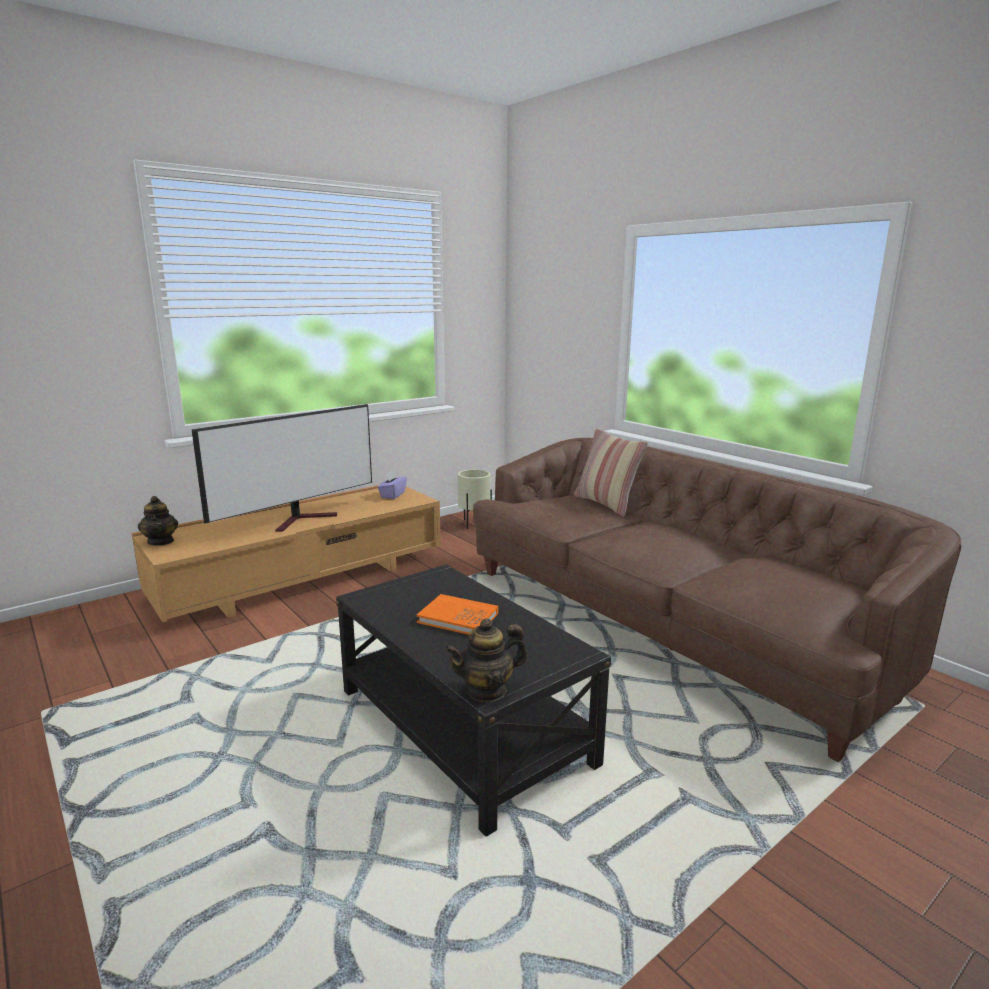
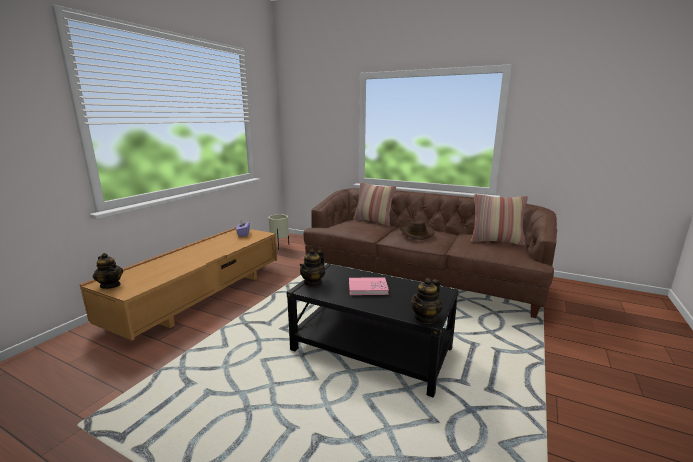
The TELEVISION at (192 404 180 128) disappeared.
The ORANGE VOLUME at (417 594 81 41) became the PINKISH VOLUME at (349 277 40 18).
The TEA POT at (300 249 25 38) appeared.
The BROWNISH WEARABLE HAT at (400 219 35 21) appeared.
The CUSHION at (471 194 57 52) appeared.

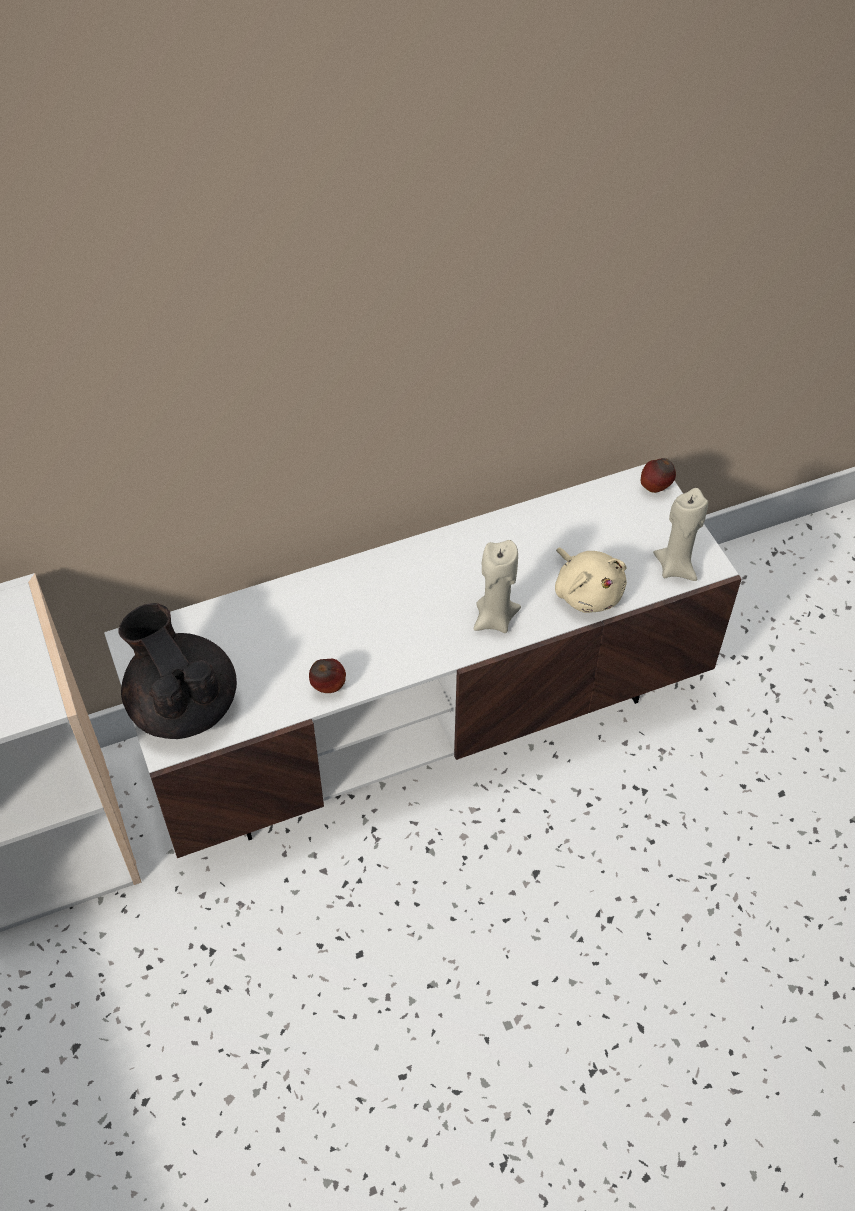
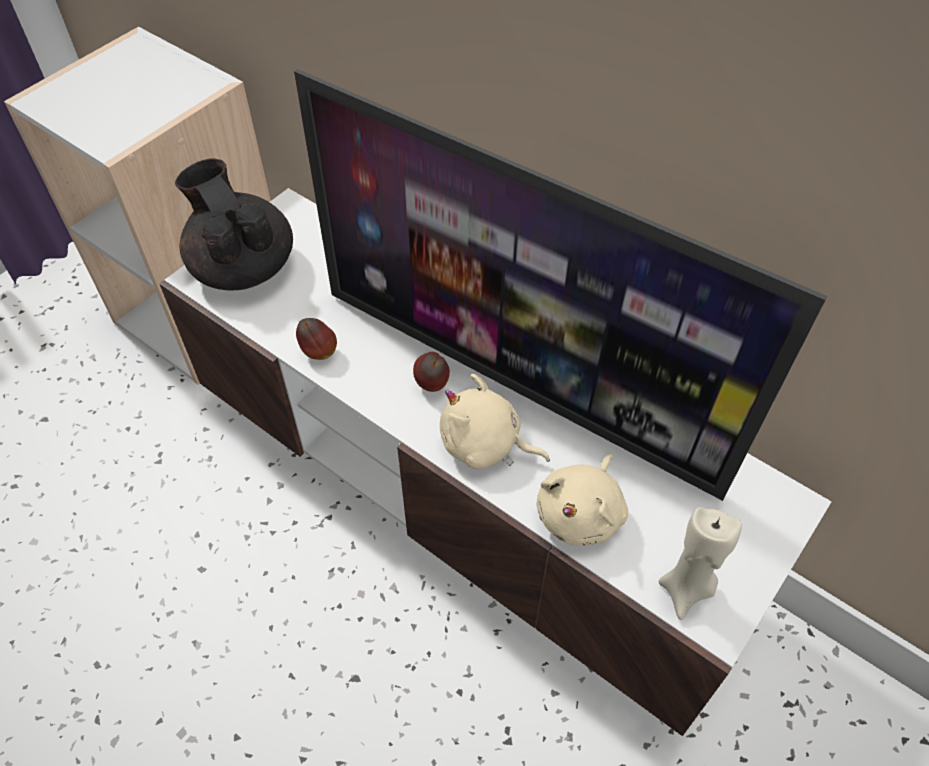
The BLACK TEA POT at (118 603 119 136) turned 60 degrees counterclockwise.
The BEIGE-COLOURED WAX LIGHT at (474 540 47 93) was replaced by the BEIGE-COLOURED CUDDLY TOY at (440 374 110 95).
The APPLE moved from (641 458 35 35) to (413 352 37 40).
The TELEVISION at (294 69 533 432) appeared.

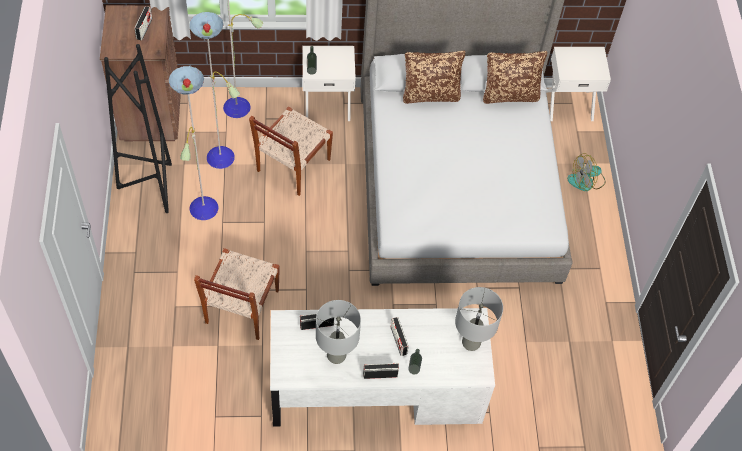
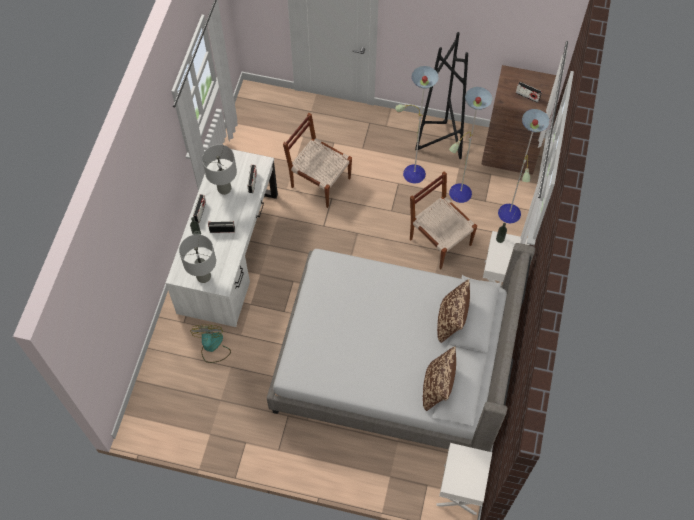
The COOLING FAN moved from (567 153 38 38) to (190 325 41 38).

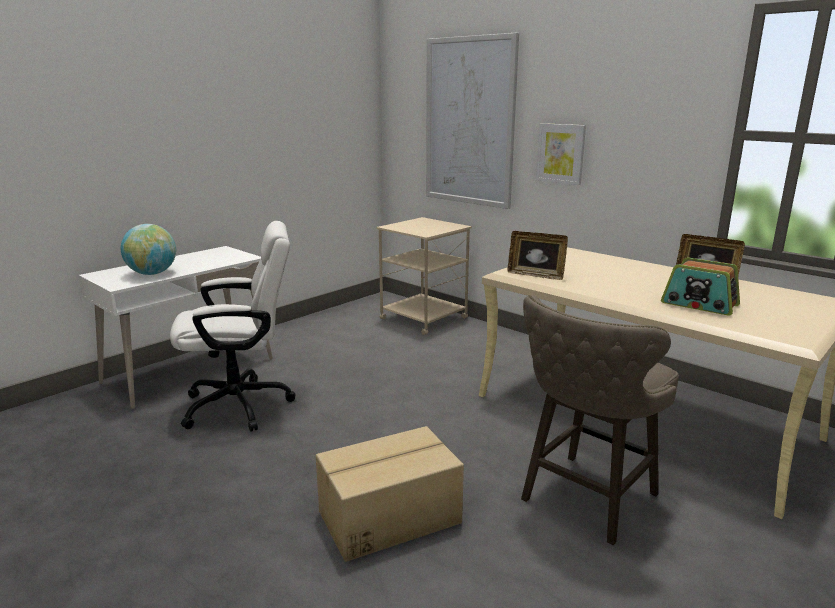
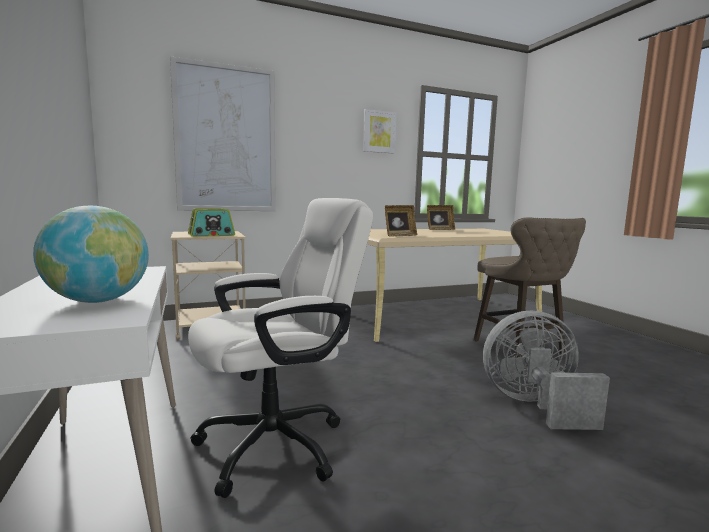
The WHITE-COLOURED DESK CHAIR at (170 221 126 211) turned 45 degrees clockwise.
The PACKING BOX at (316 426 148 136) was replaced by the GREY COOLING FAN at (483 311 127 119).
The WALL ART moved from (536 123 50 62) to (363 109 34 45).
The RADIO SET moved from (661 257 79 59) to (188 208 47 29).

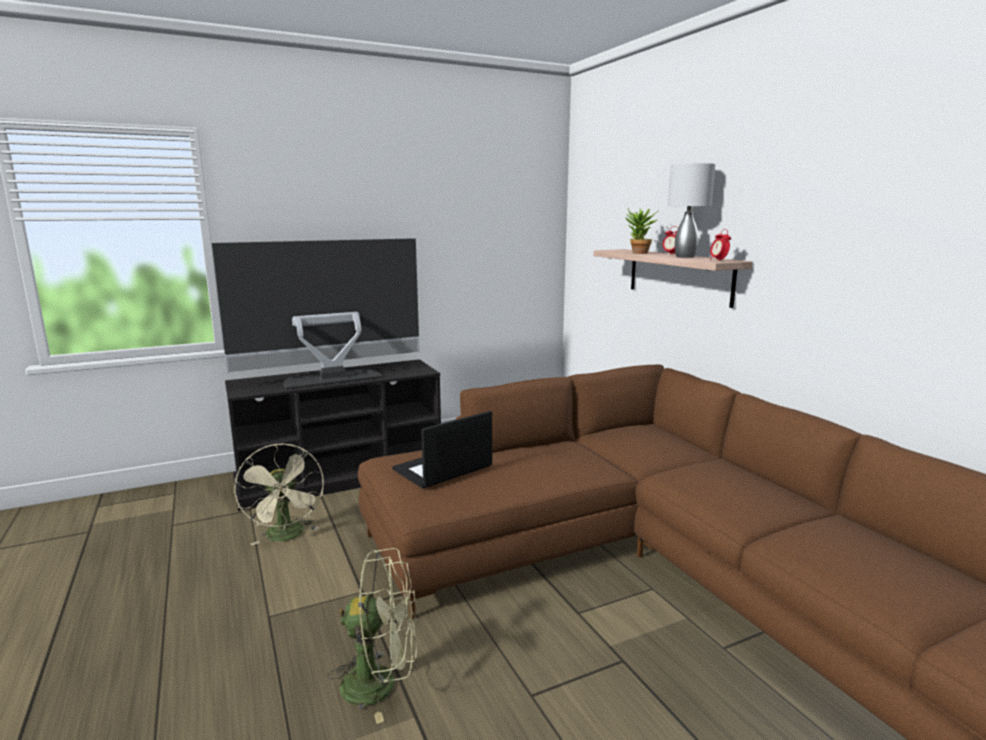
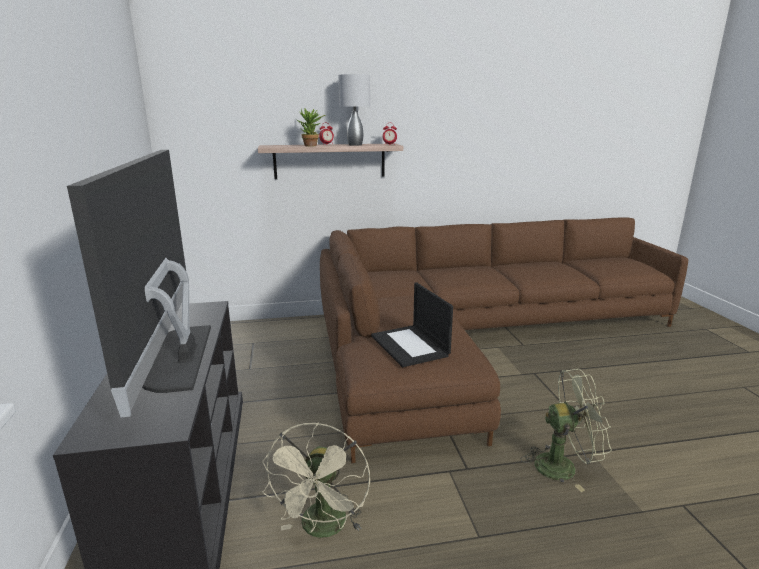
The BEIGE-COLOURED COOLING FAN at (234 443 90 102) turned 105 degrees clockwise.
The GREEN-COLOURED COOLING FAN at (328 548 90 176) turned 75 degrees clockwise.

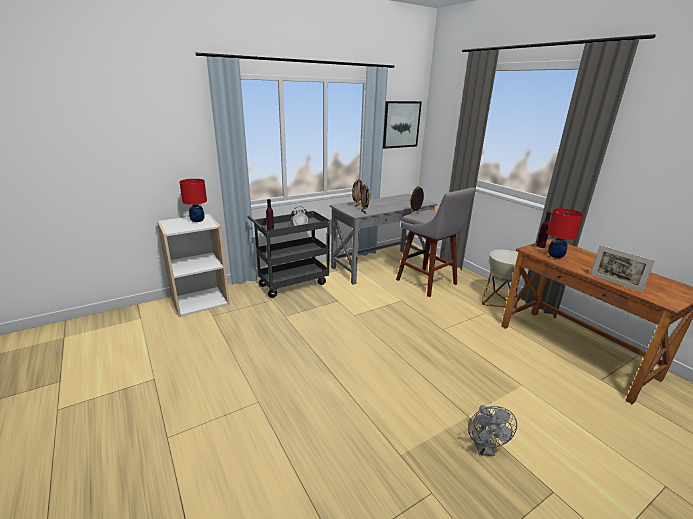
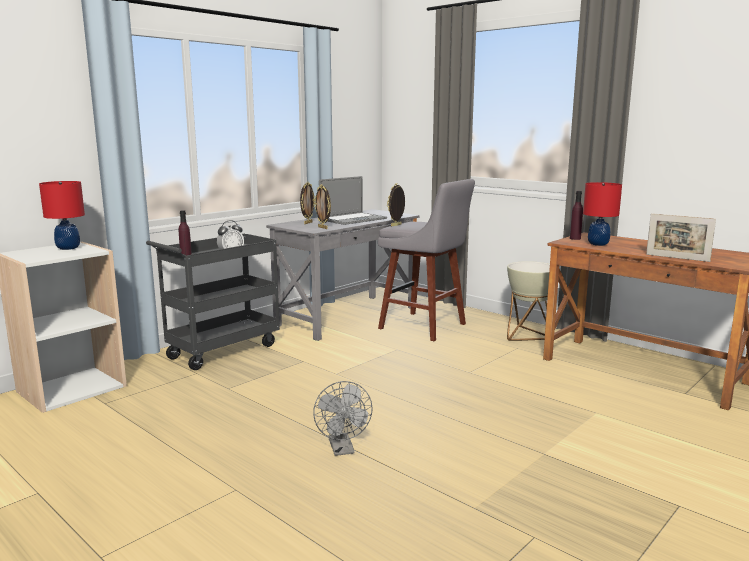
The WALL ART at (383 101 39 48) disappeared.
The GREY COOLING FAN moved from (468 405 49 51) to (313 381 60 75).
The NOTEBOOK COMPUTER at (319 176 68 49) appeared.

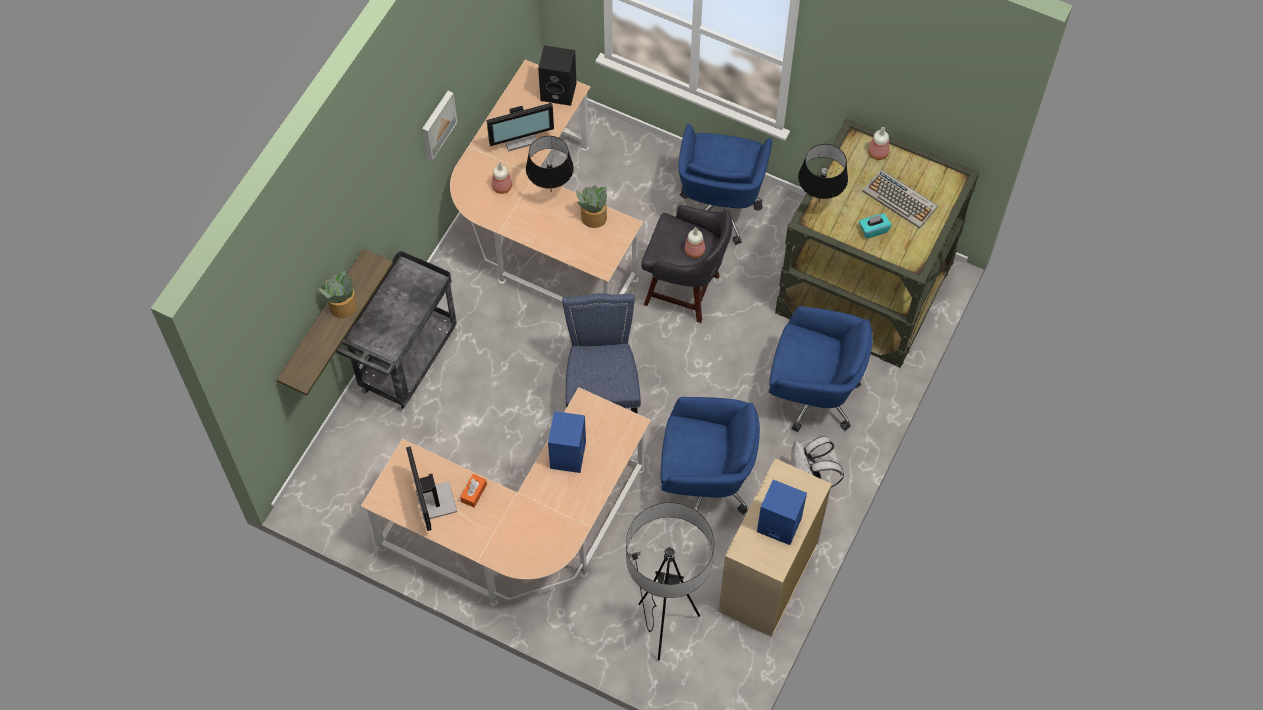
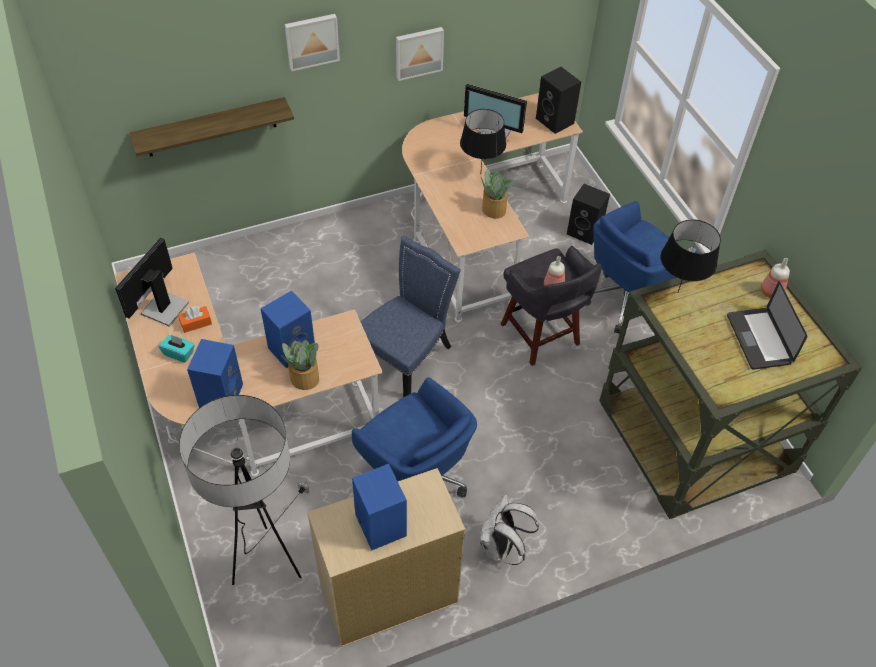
The POTTED PLANT moved from (319 271 39 47) to (281 340 38 50).
The GREY WHEELED CART at (336 250 121 160) disappeared.
The BEVERAGE BOTTLE at (492 162 20 32) disappeared.
The BLUE DESK CHAIR at (769 306 104 126) disappeared.
The TURQUOISE BOX OF TISSUES moved from (859 214 33 25) to (159 335 36 27).
The KEYBOARD at (863 169 75 60) was replaced by the NOTEBOOK COMPUTER at (727 281 80 89).
The BLUE AUDIO SPEAKER at (187 339 56 69) appeared.
The WALL ART at (285 14 55 57) appeared.
The BLACK AUDIO SPEAKER at (567 184 43 61) appeared.

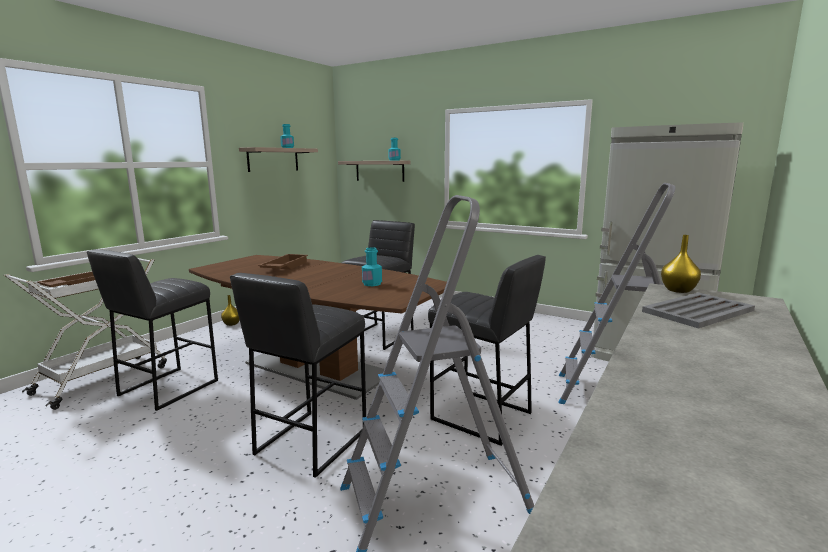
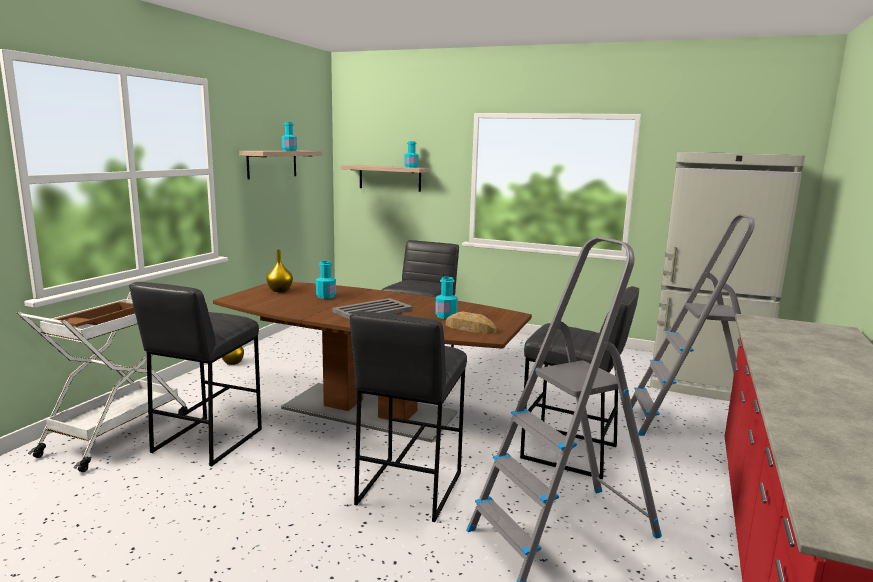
The BROWNISH TRAY at (258 254 50 15) was replaced by the TURQUOISE BEVERAGE BOTTLE at (316 261 20 38).
The GREY TRAY moved from (642 292 113 36) to (332 298 81 22).
The YELLOW FLOWER VASE moved from (661 235 40 58) to (266 250 27 42).
The BAKED BREAD at (446 311 51 23) appeared.

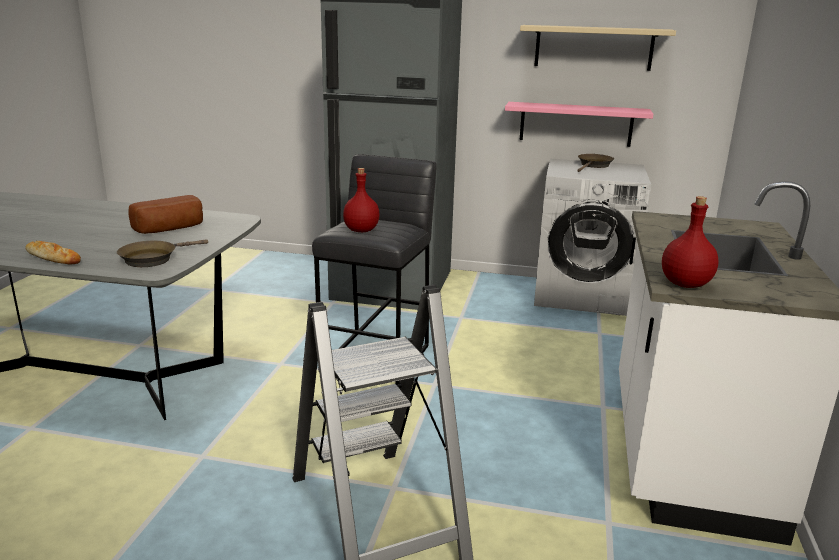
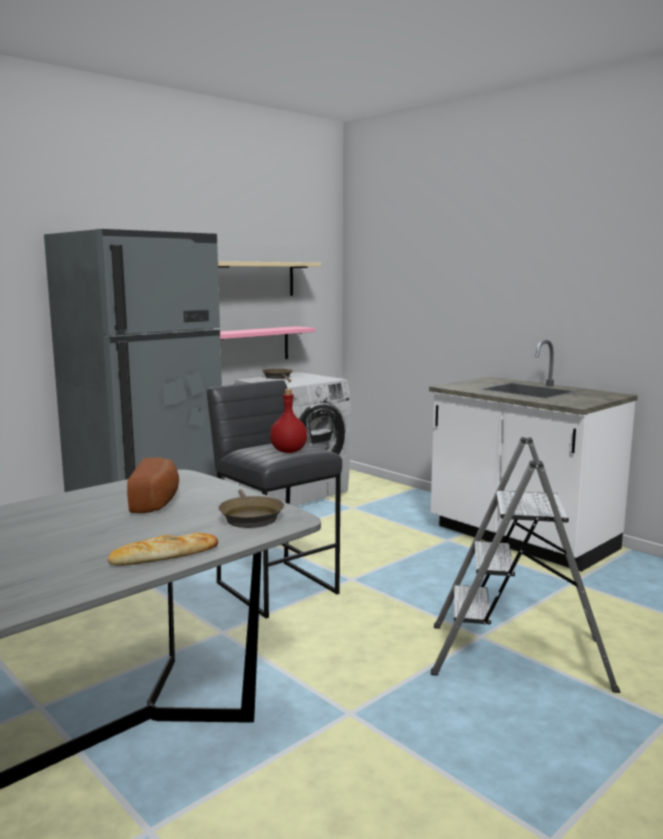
The RED-COLOURED BEVERAGE BOTTLE at (662 196 57 92) disappeared.

